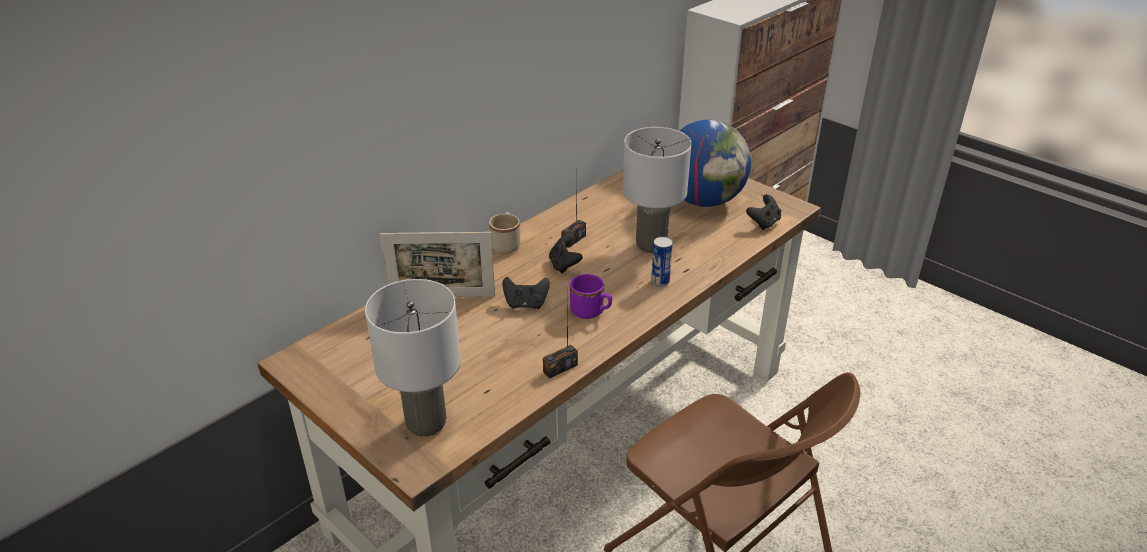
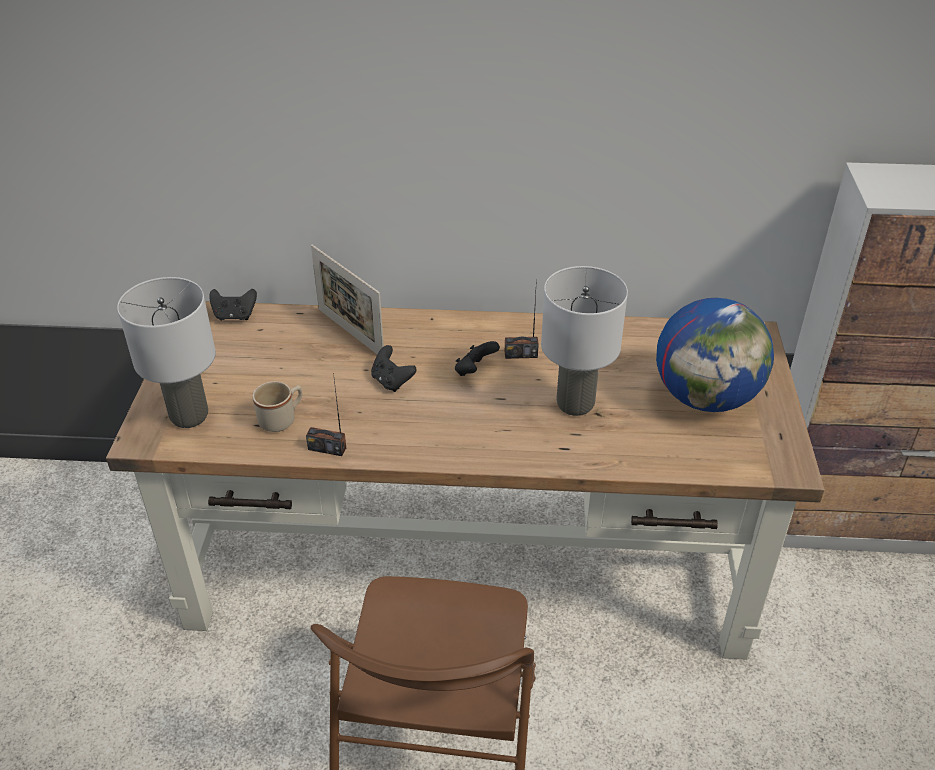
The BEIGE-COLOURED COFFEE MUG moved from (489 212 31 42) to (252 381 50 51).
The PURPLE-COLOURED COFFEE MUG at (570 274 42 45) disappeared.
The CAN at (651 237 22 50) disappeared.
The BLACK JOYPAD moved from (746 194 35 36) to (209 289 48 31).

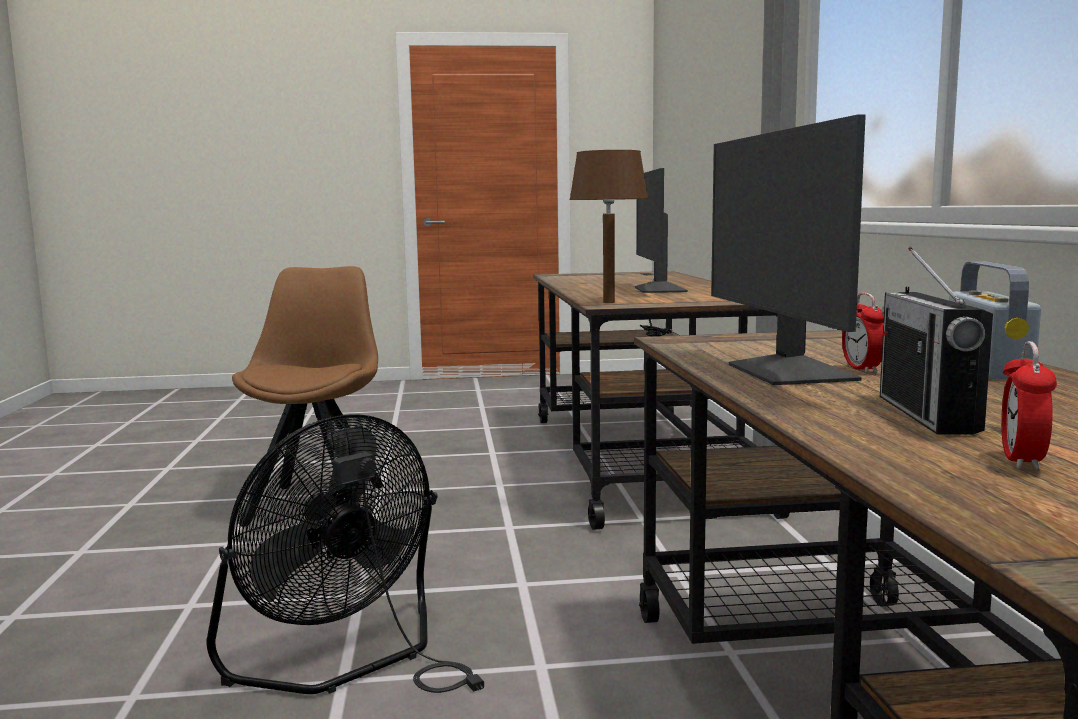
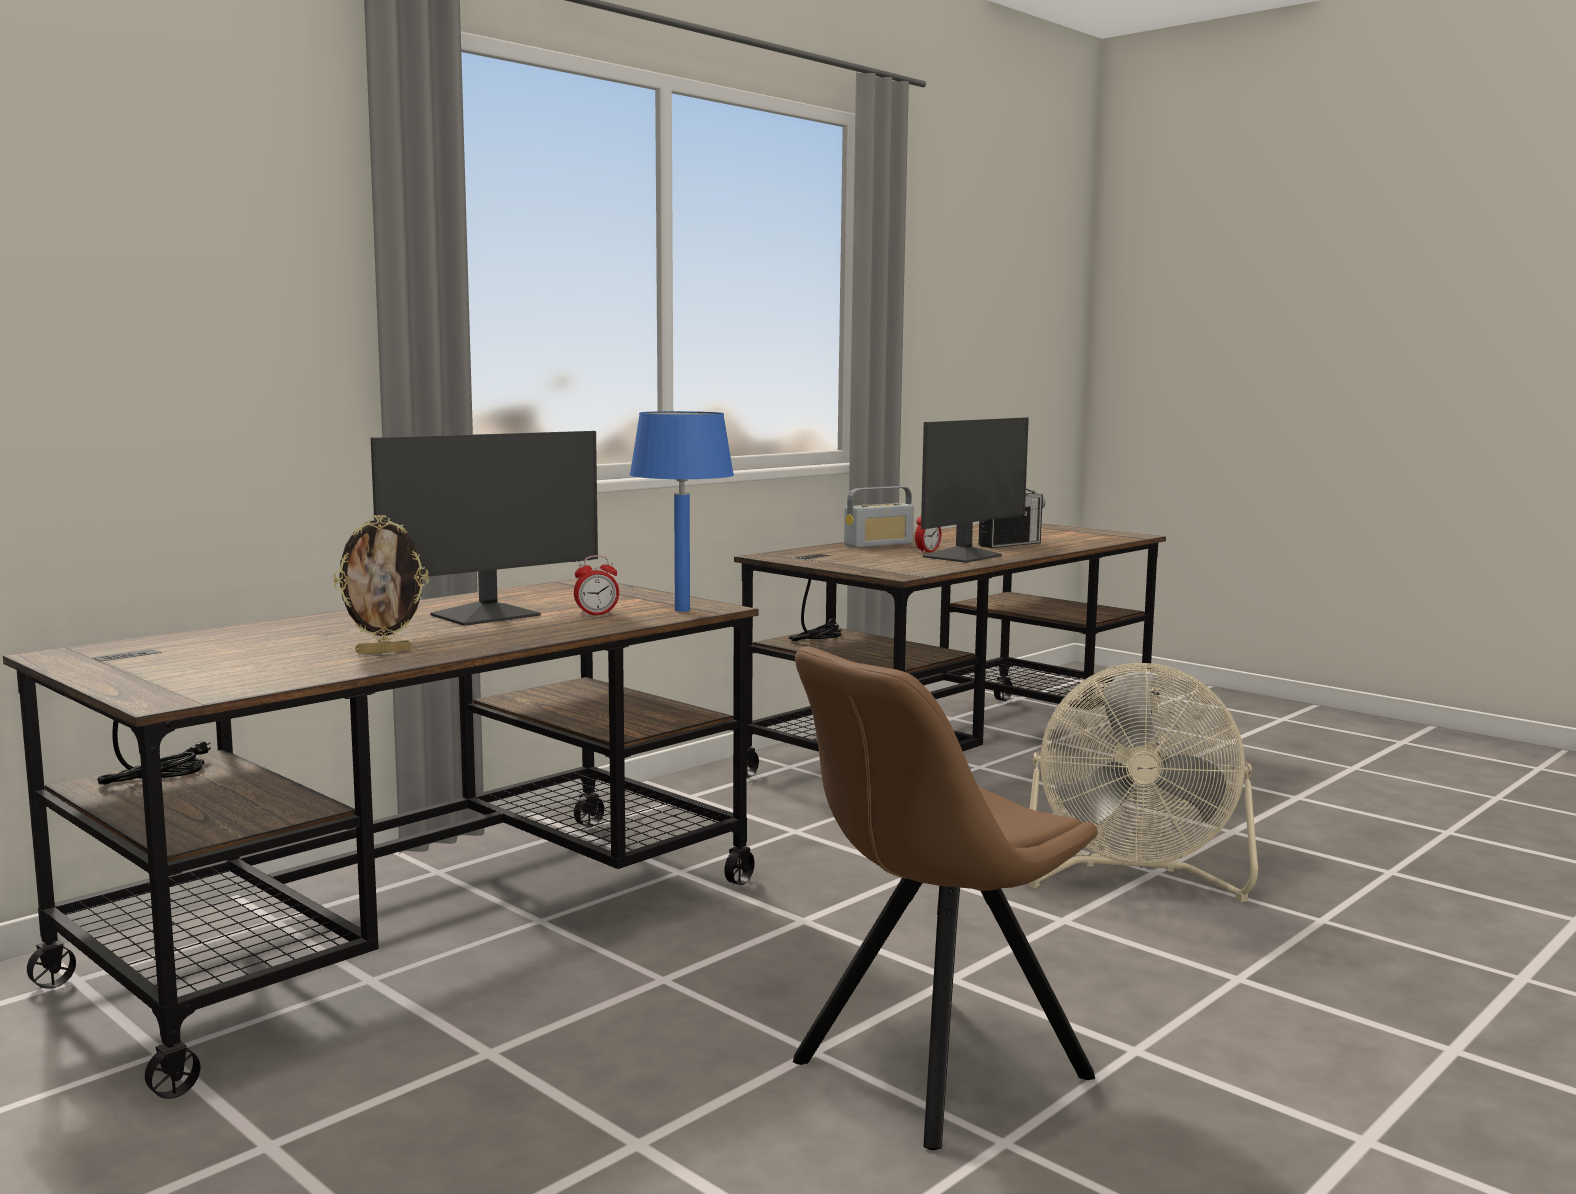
The BLACK COOLING FAN at (206 414 278 280) became the BEIGE-COLOURED COOLING FAN at (1028 663 230 239).
The BROWNISH TABLETOP LAMP at (569 150 79 153) became the BLUE TABLETOP LAMP at (629 411 105 201).
The BEDSIDE CLOCK moved from (1001 341 56 129) to (574 555 45 61).
The STANDING FRAME at (333 515 96 139) appeared.

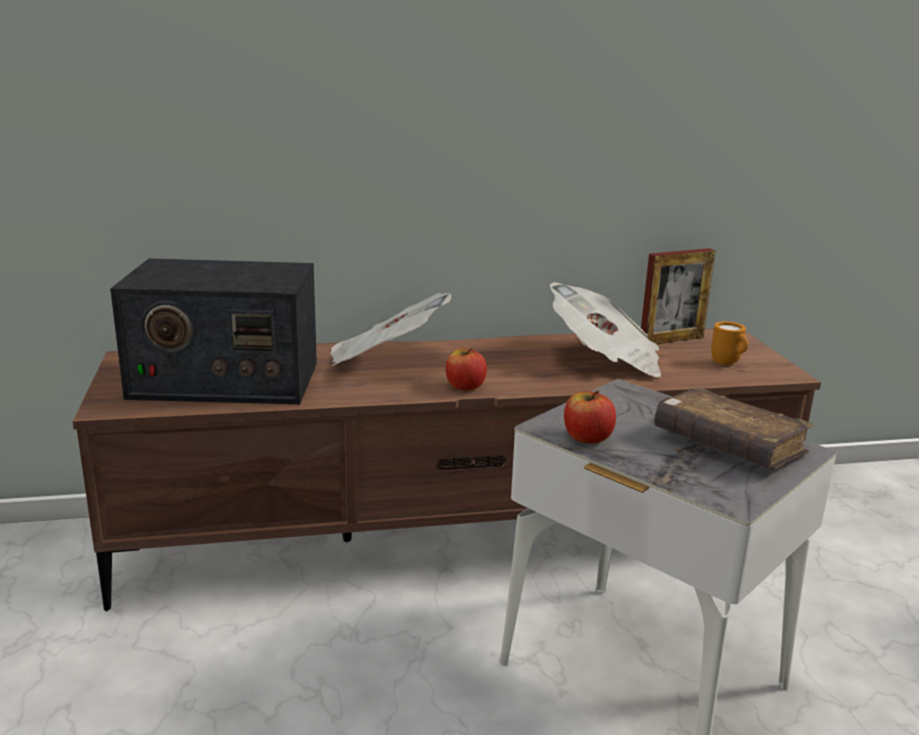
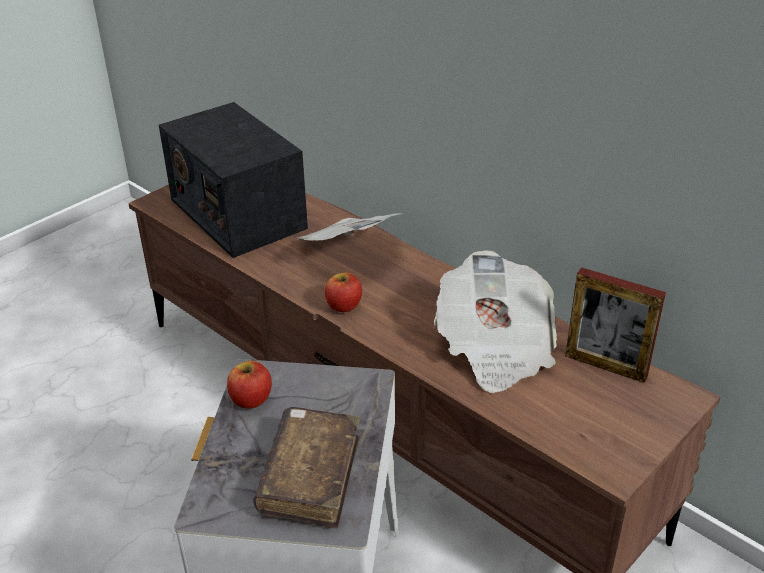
The ORANGE COFFEE MUG at (711 322 37 43) disappeared.

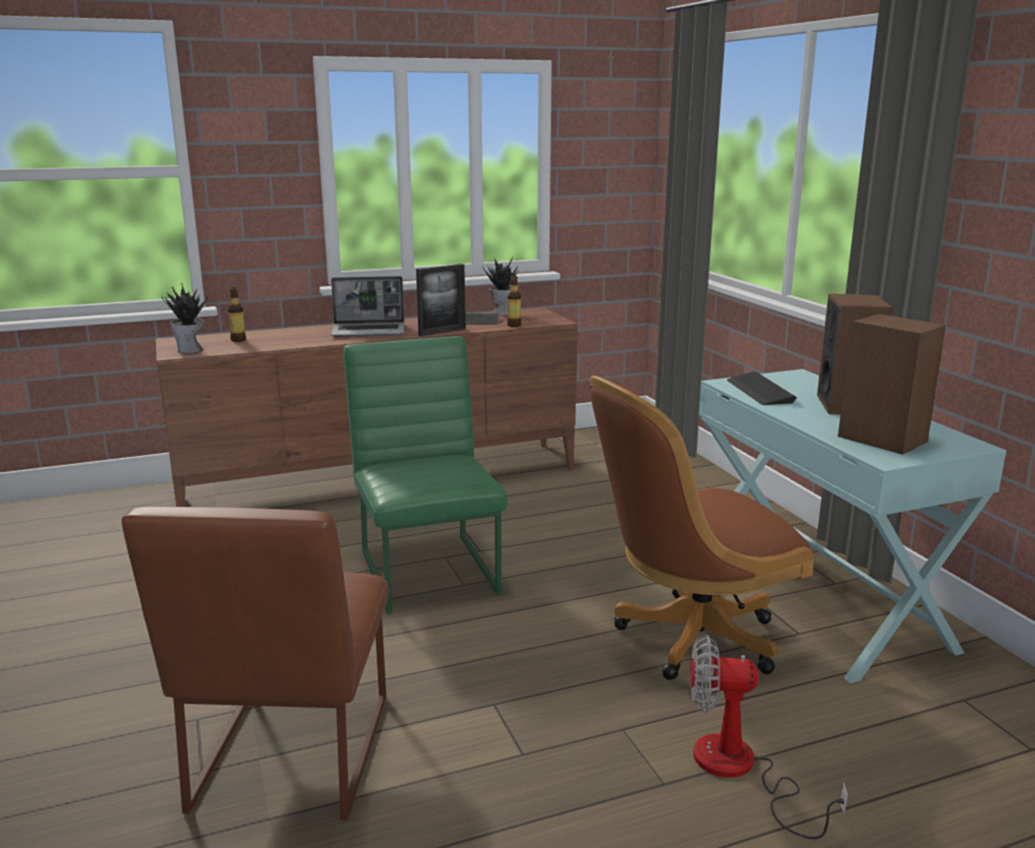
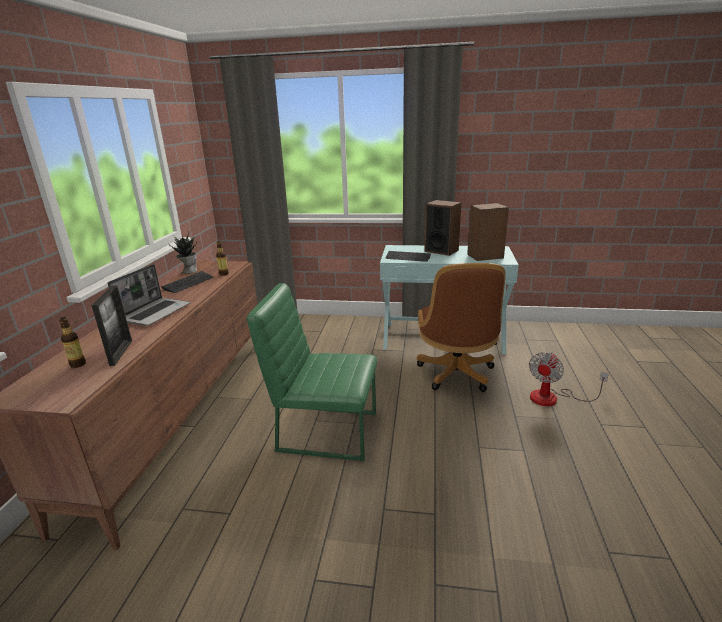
The BROWNISH PLAIN CHAIR at (122 507 267 313) disappeared.
The POTTED PLANT at (162 282 47 71) disappeared.
The STANDING FRAME moved from (416 264 50 72) to (91 285 41 81).

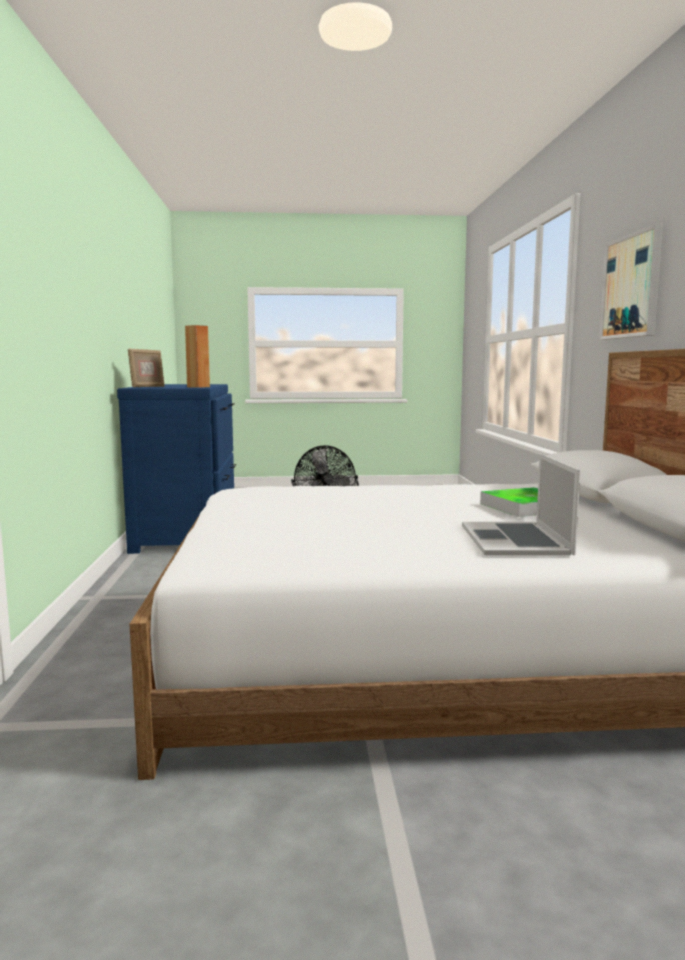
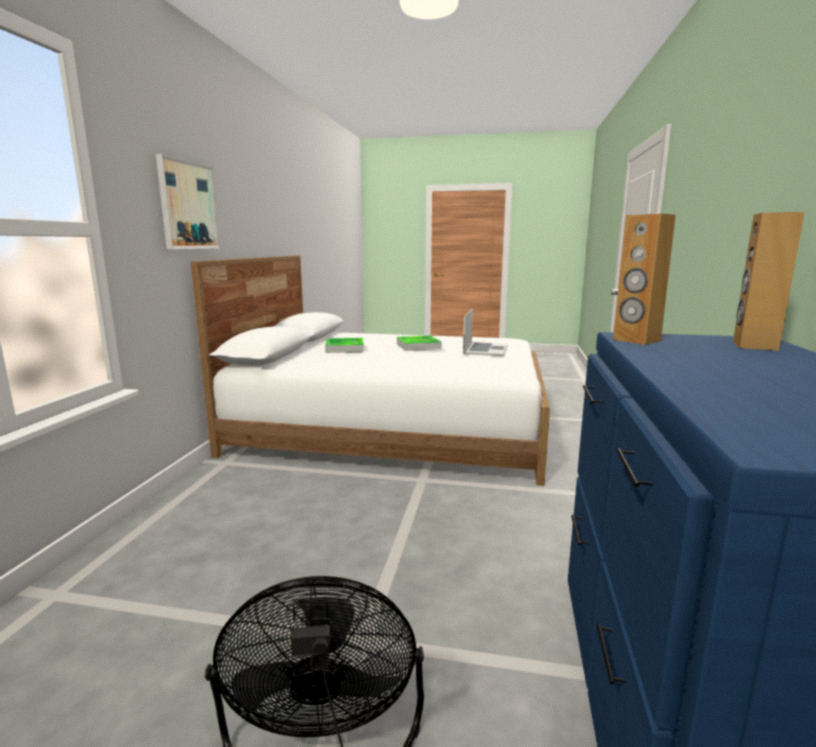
The STANDING FRAME at (128 349 36 38) was replaced by the BROWNISH AUDIO SPEAKER at (733 212 71 139).
The NOTEBOOK COMPUTER moved from (462 454 118 102) to (463 309 45 47).
The TRAY at (397 335 45 16) appeared.

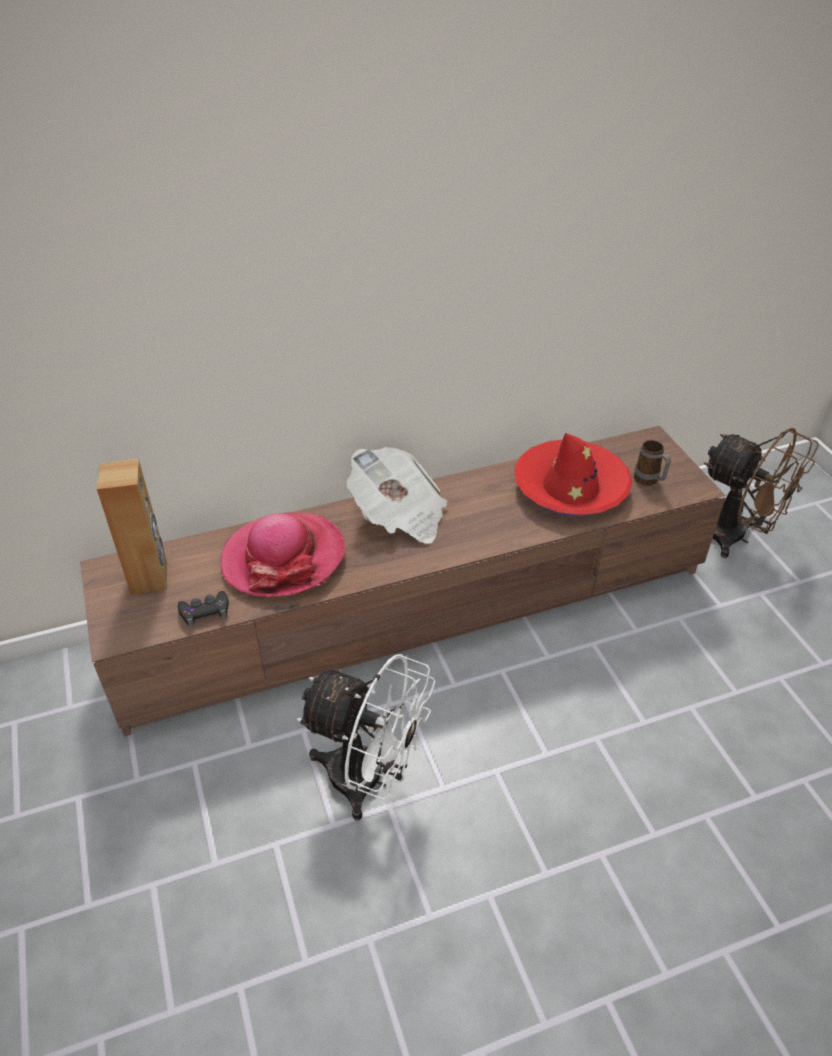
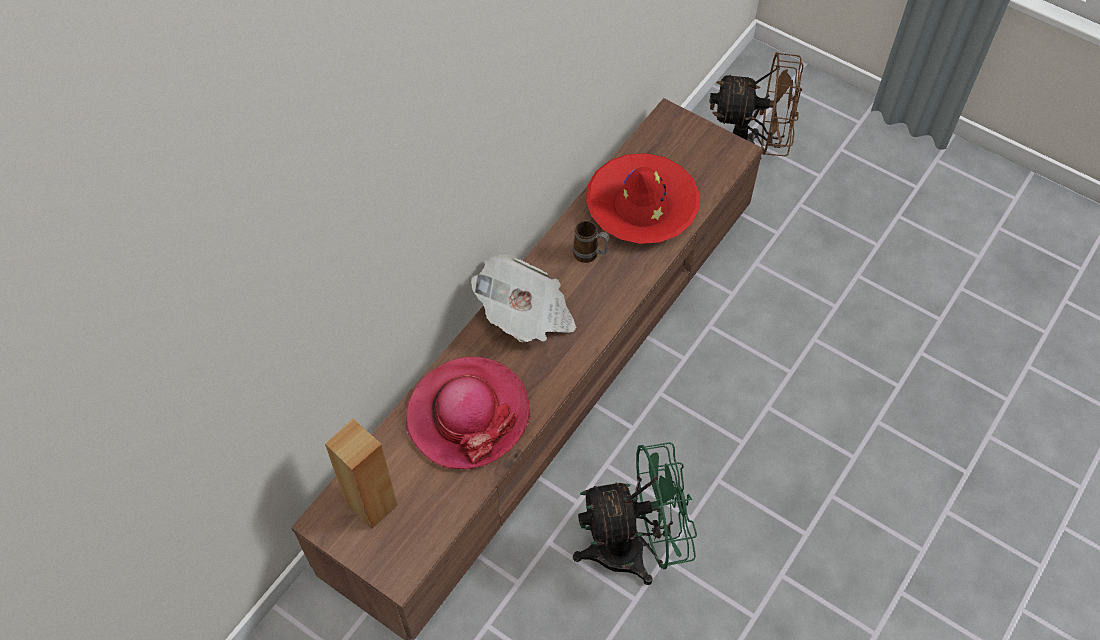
The BLACK JOYPAD at (178 591 51 36) disappeared.
The WHITE-COLOURED COOLING FAN at (296 654 139 167) became the GREEN-COLOURED COOLING FAN at (573 442 124 143).
The COFFEE MUG moved from (634 440 37 46) to (573 220 36 43).

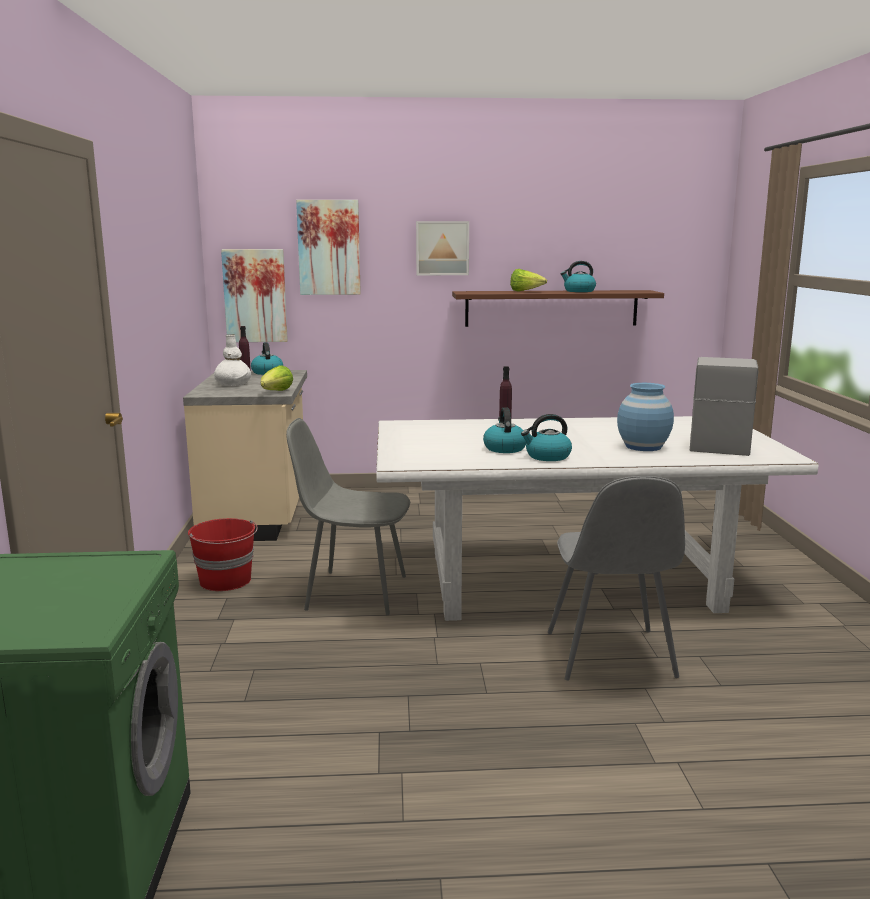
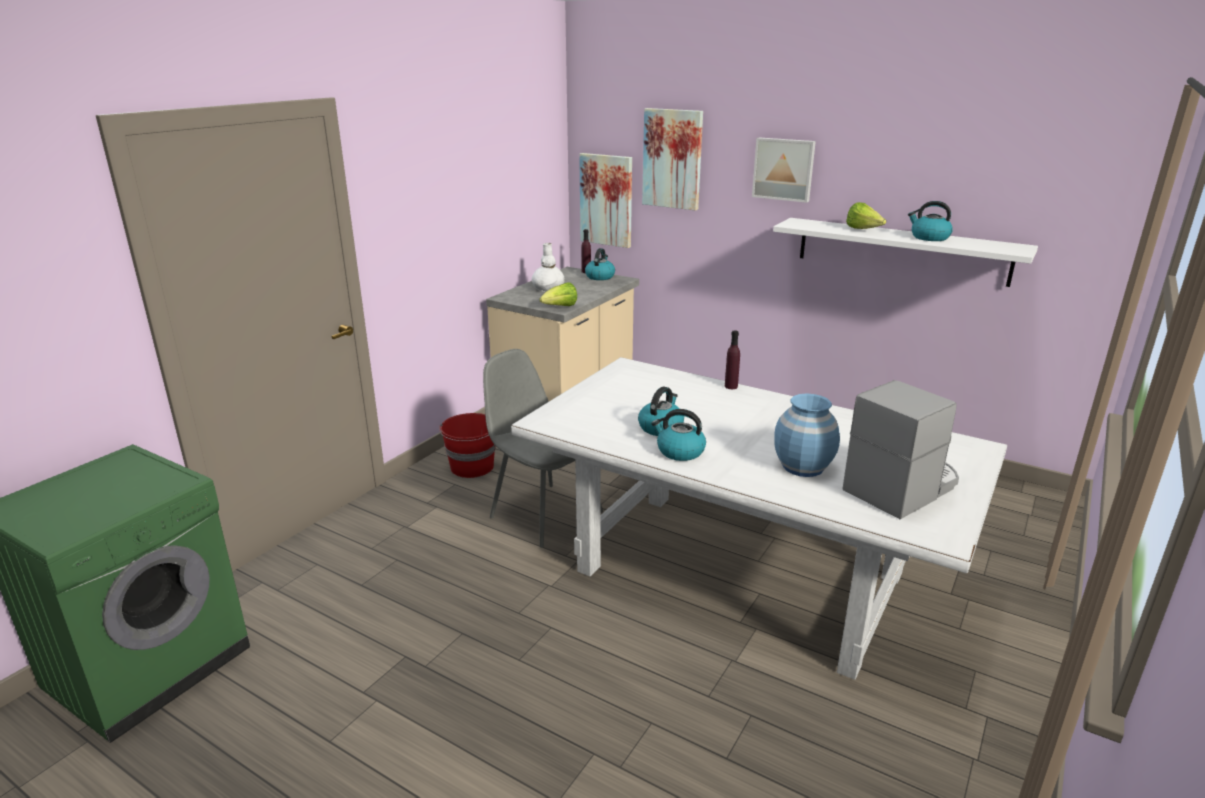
The BROWNISH WALL SHELF at (452 290 212 37) became the WHITE-COLOURED WALL SHELF at (773 218 265 69).
The GREY PLAIN CHAIR at (548 476 137 205) disappeared.

